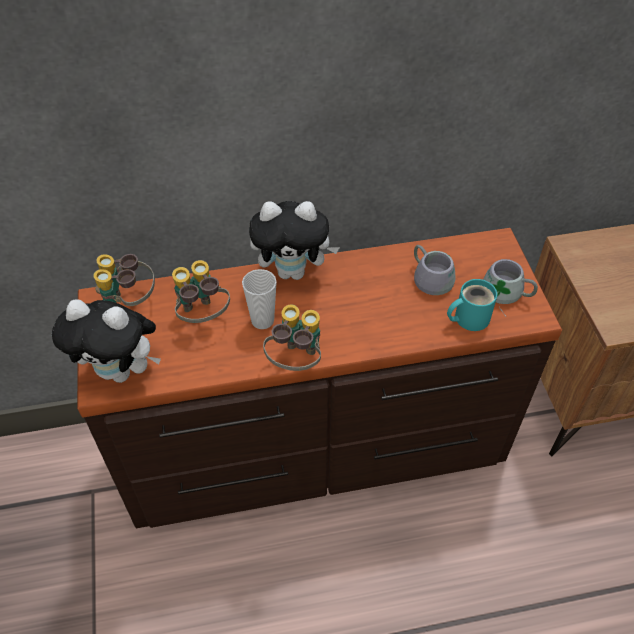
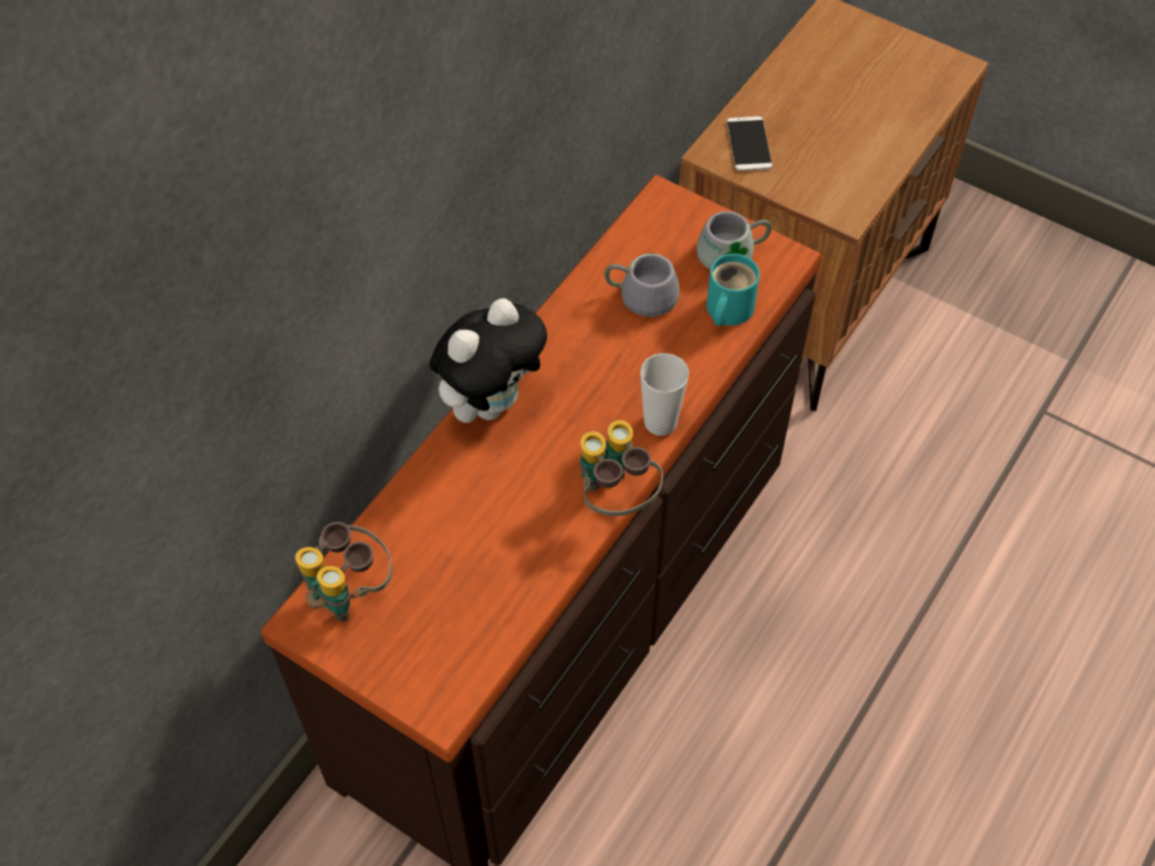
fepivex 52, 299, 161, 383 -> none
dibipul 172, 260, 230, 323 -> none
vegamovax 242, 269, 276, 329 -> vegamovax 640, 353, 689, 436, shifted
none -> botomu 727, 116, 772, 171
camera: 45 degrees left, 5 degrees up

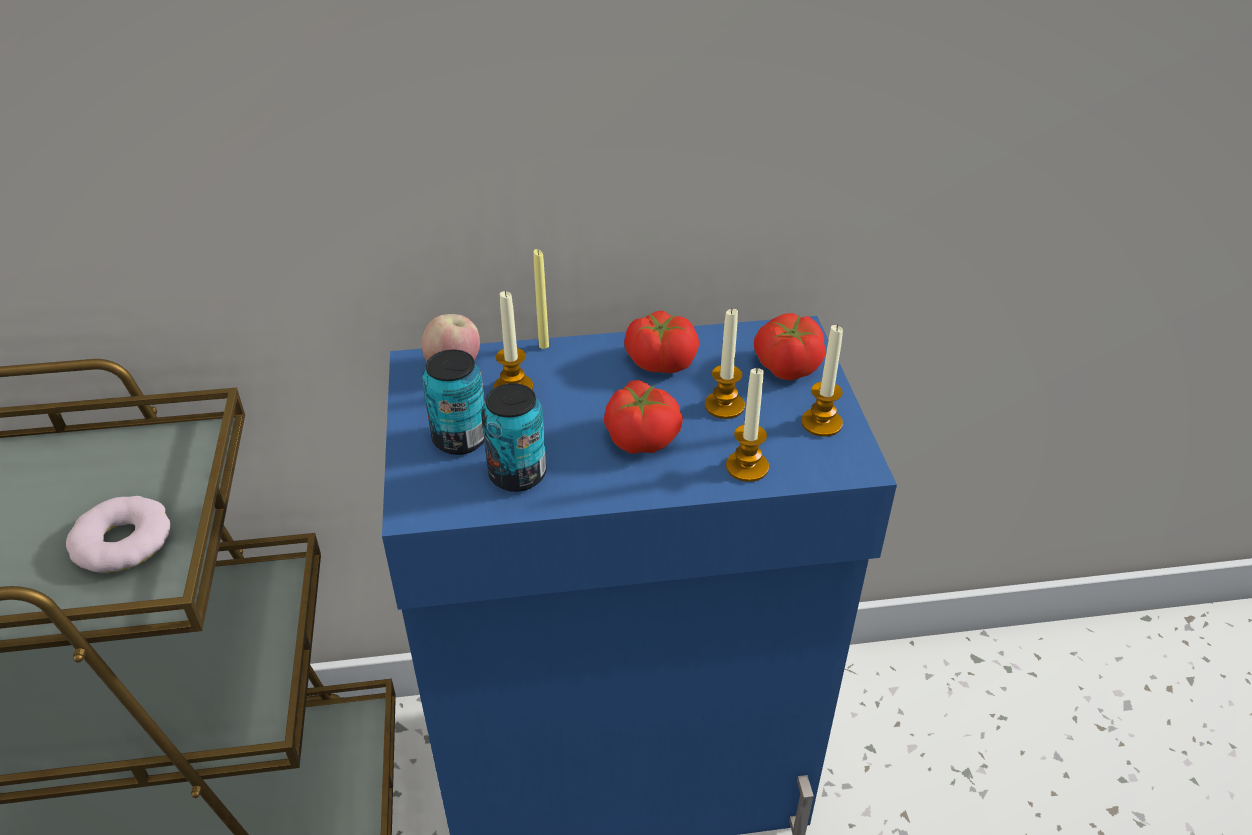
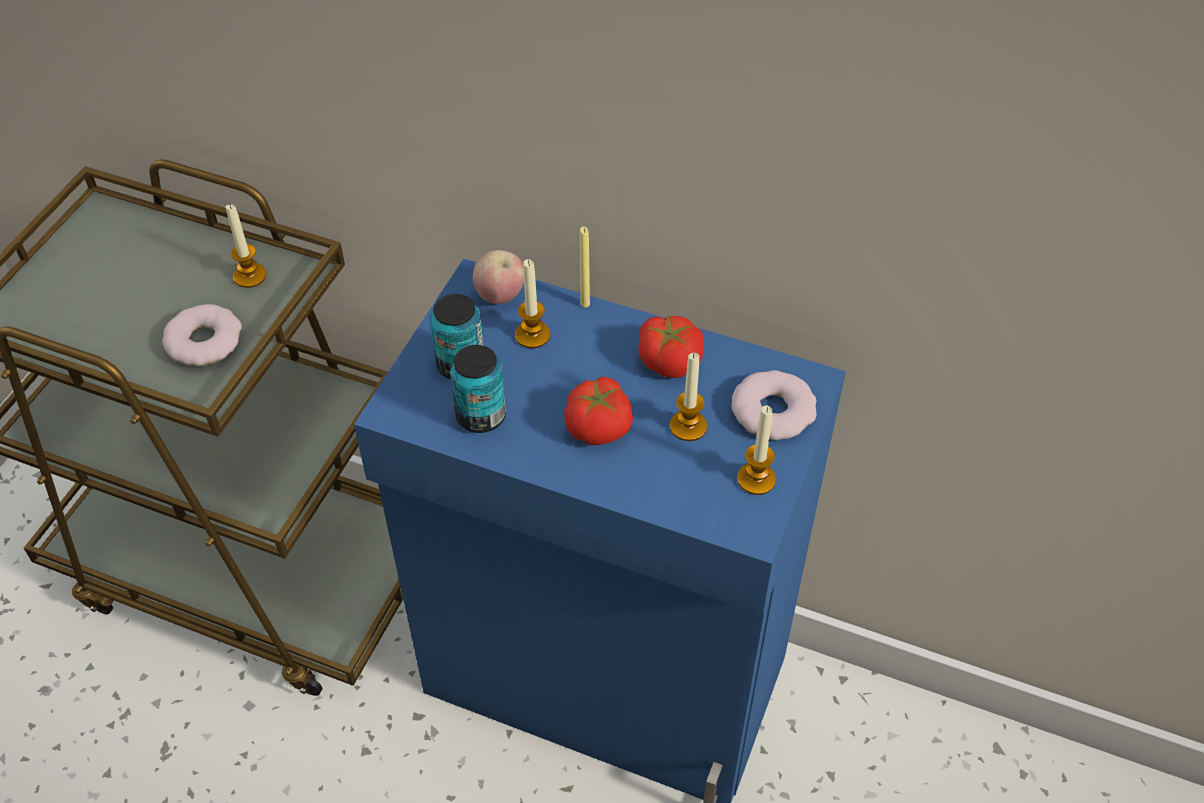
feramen 726, 367, 769, 482 -> feramen 226, 204, 266, 288, shifted
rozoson 754, 313, 826, 381 -> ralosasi 732, 370, 816, 440
camera: 30 degrees right, 10 degrees up

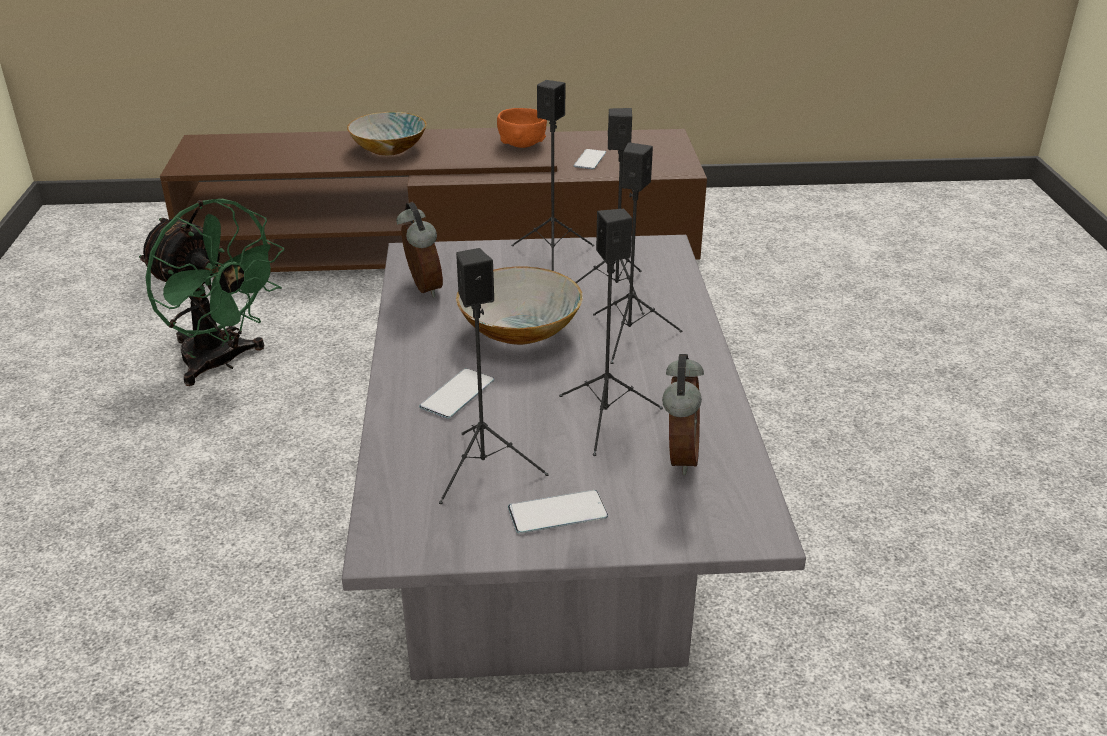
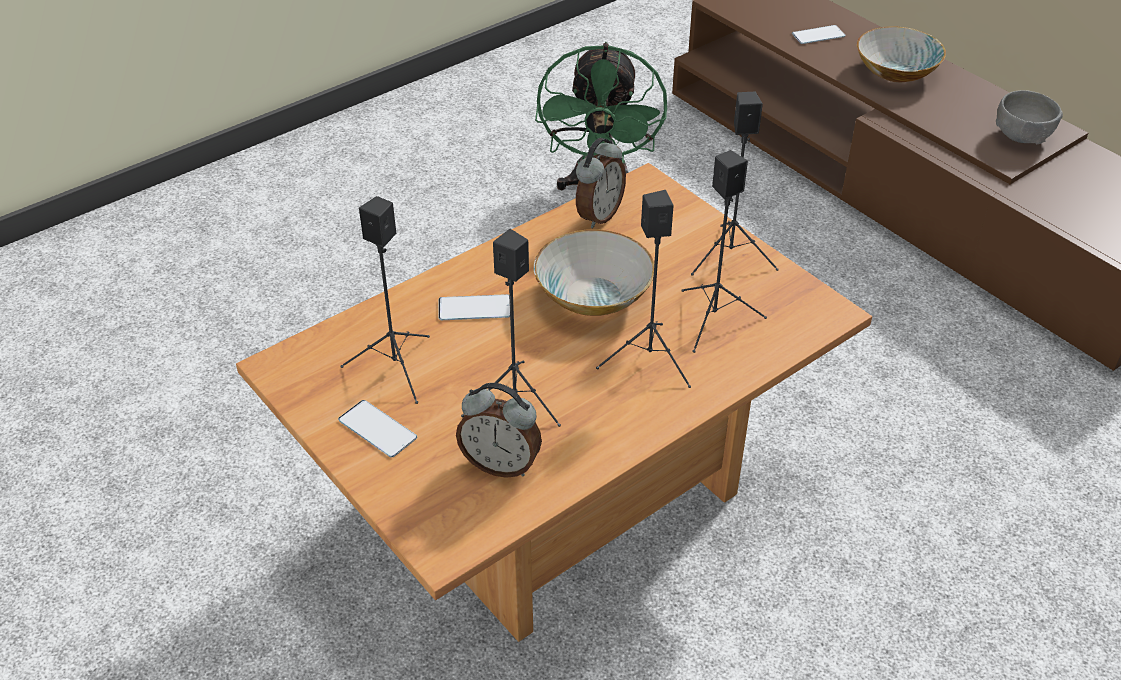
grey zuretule 342, 235, 806, 680 -> brown zuretule 236, 163, 872, 642
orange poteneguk 497, 108, 547, 148 -> grey poteneguk 996, 90, 1063, 145
botomu 574, 149, 606, 169 -> botomu 792, 25, 845, 44, shifted
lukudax 662, 354, 704, 475 -> lukudax 456, 383, 542, 478, 45 degrees clockwise
camera: 55 degrees right, 10 degrees up

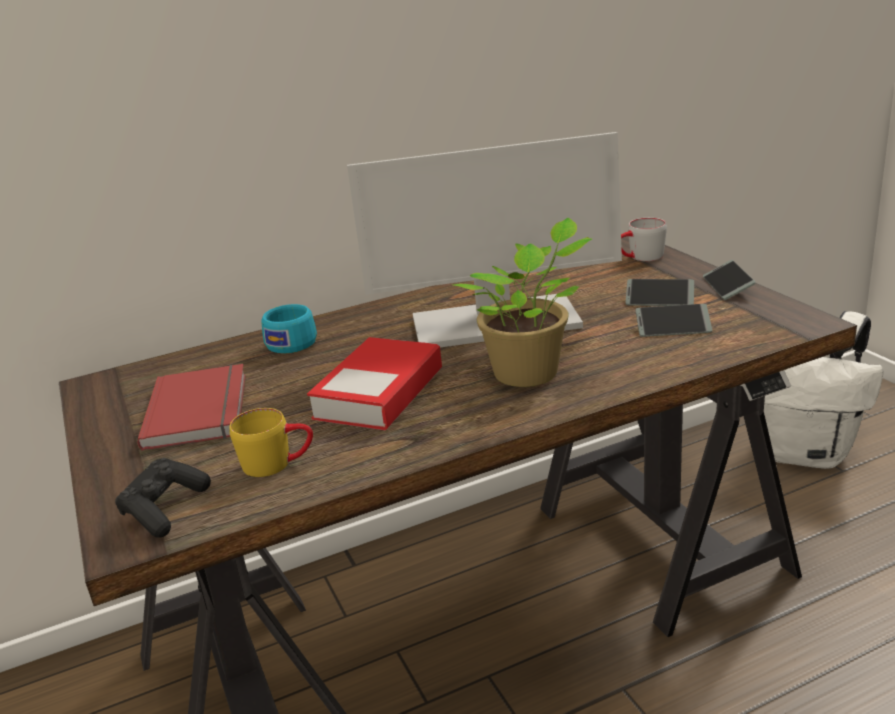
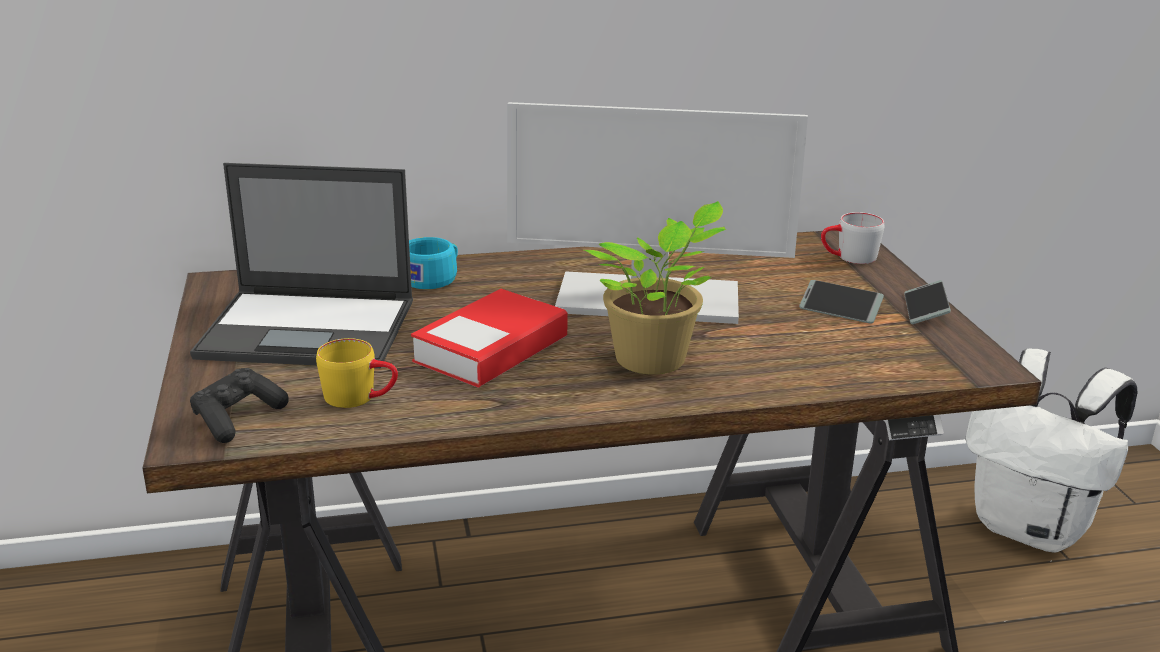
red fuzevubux 137, 364, 246, 451 -> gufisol 190, 163, 413, 368
botomu 635, 304, 712, 337 -> none
camera: 10 degrees right, 0 degrees up

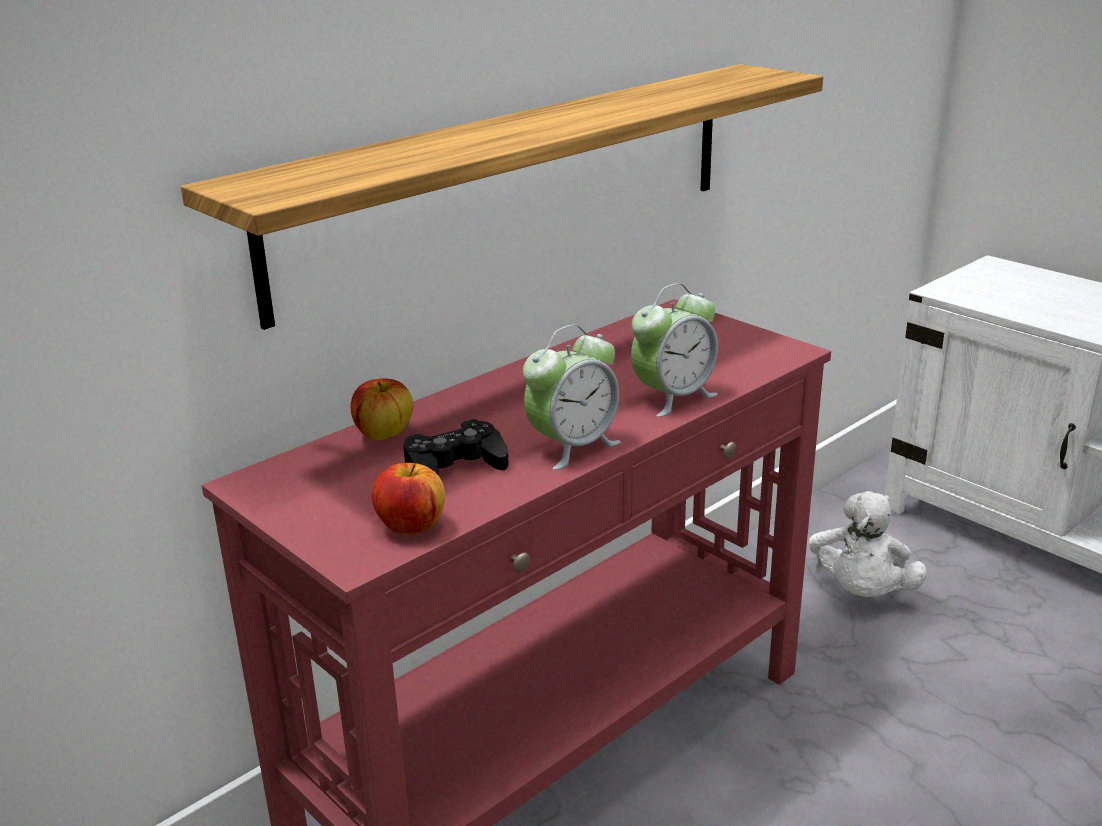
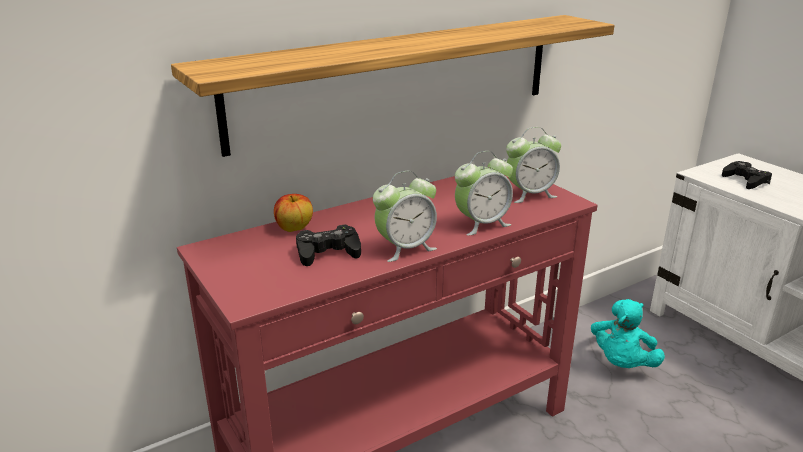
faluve 372, 463, 445, 535 -> none
white fepivex 809, 491, 927, 597 -> turquoise fepivex 591, 299, 665, 368
none -> lukudax 506, 127, 561, 203
none -> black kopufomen 722, 161, 772, 189
camera: 10 degrees right, 0 degrees up

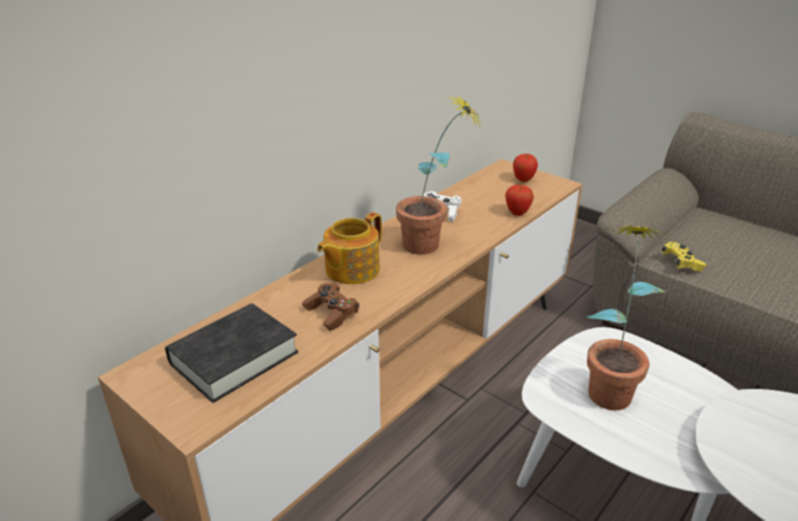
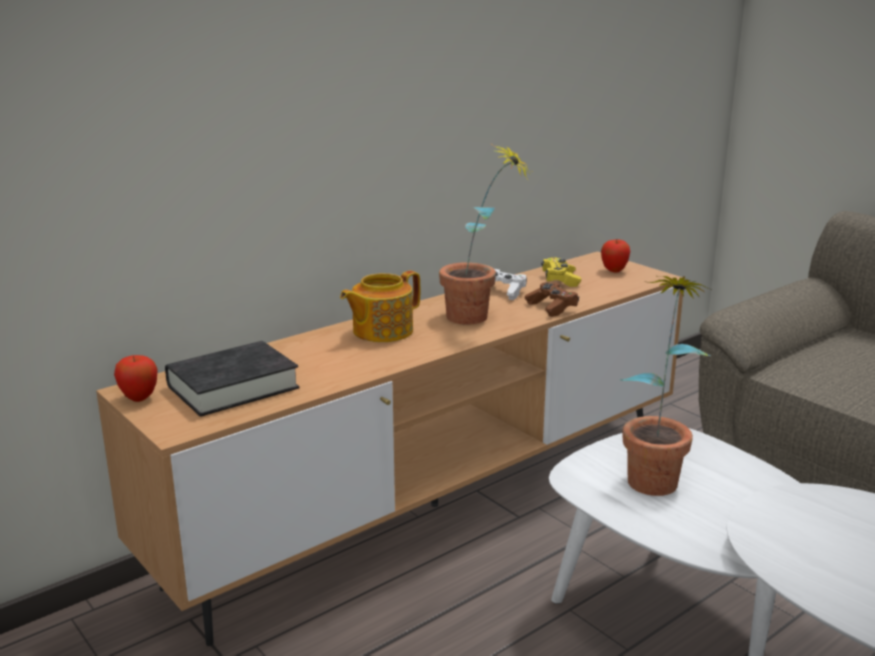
brown kopufomen 302, 283, 359, 331 -> brown kopufomen 525, 282, 579, 317, shifted
faluve 505, 185, 534, 216 -> faluve 114, 355, 157, 402, shifted
yellow kopufomen 662, 242, 706, 272 -> yellow kopufomen 541, 257, 581, 287, shifted
camera: 10 degrees right, 10 degrees down

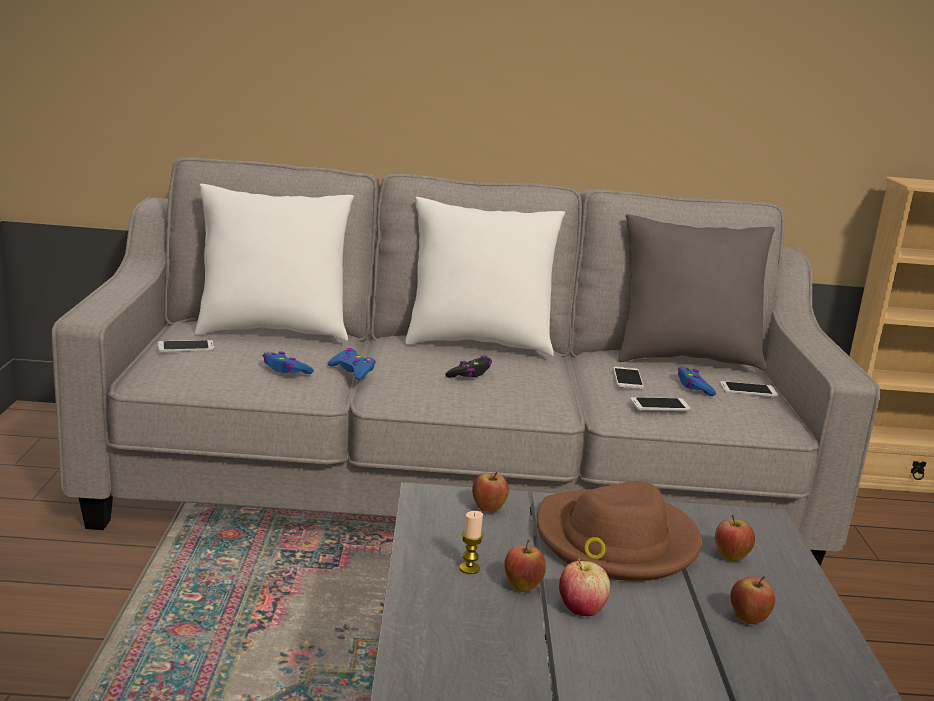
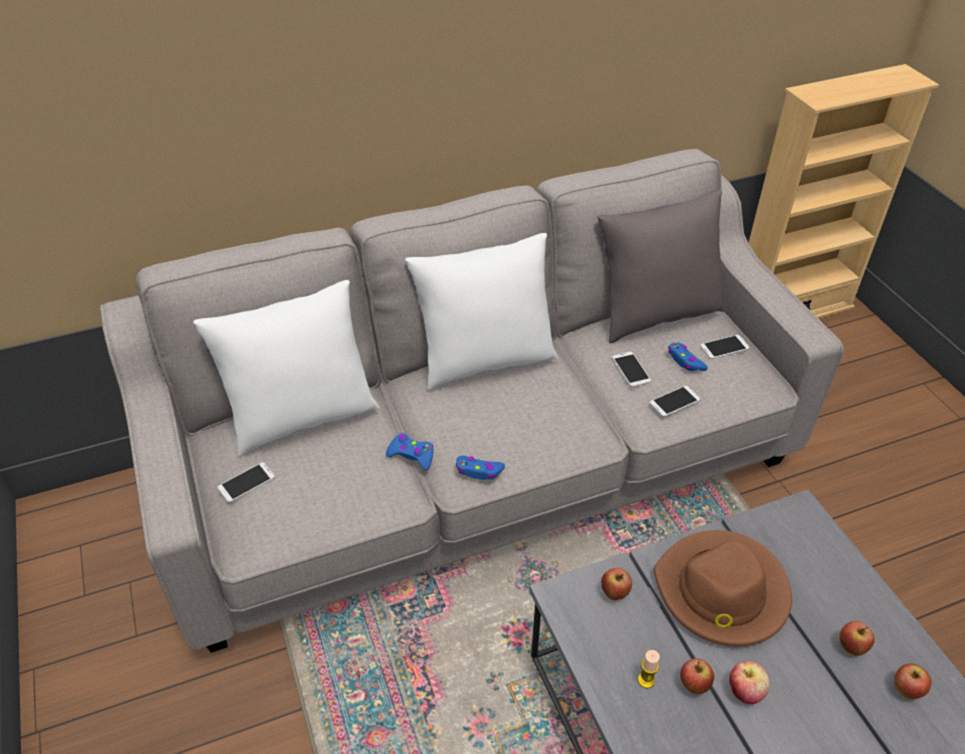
blue kopufomen 262, 351, 314, 374 -> blue kopufomen 456, 456, 505, 480, shifted
black kopufomen 445, 355, 492, 378 -> none
faluve 715, 515, 755, 561 -> faluve 894, 664, 932, 699, shifted
camera: 20 degrees left, 25 degrees up

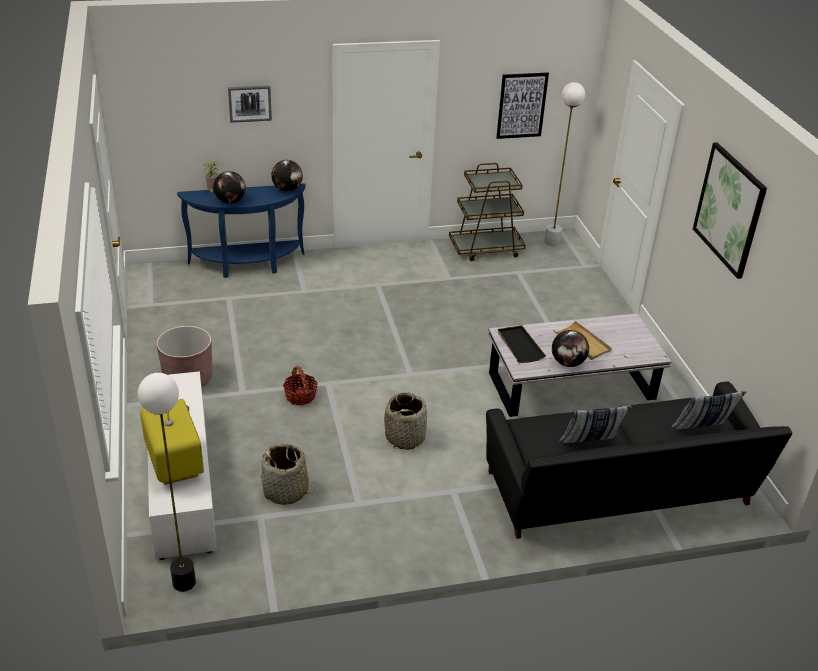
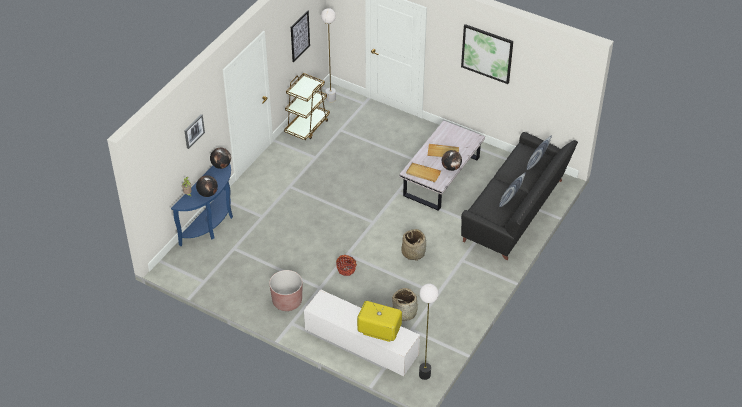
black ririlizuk 498, 325, 546, 363 -> beige ririlizuk 406, 163, 441, 182
camera: 45 degrees left, 10 degrees up

